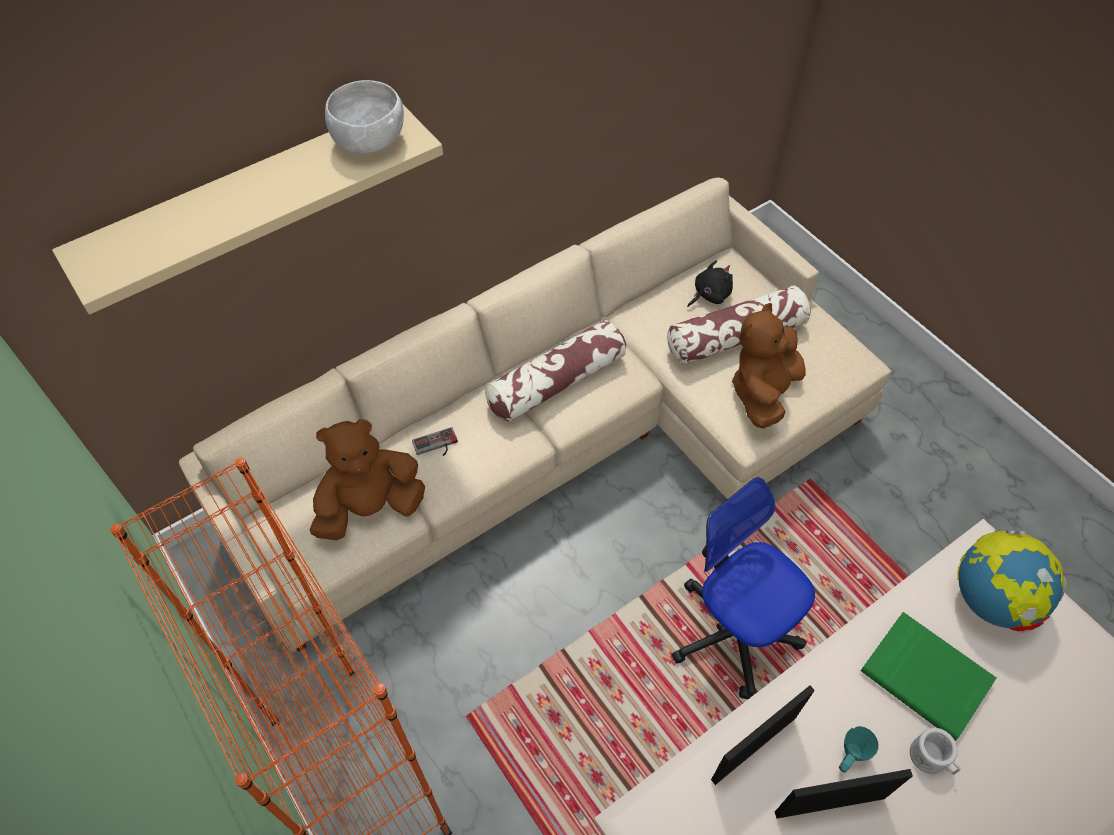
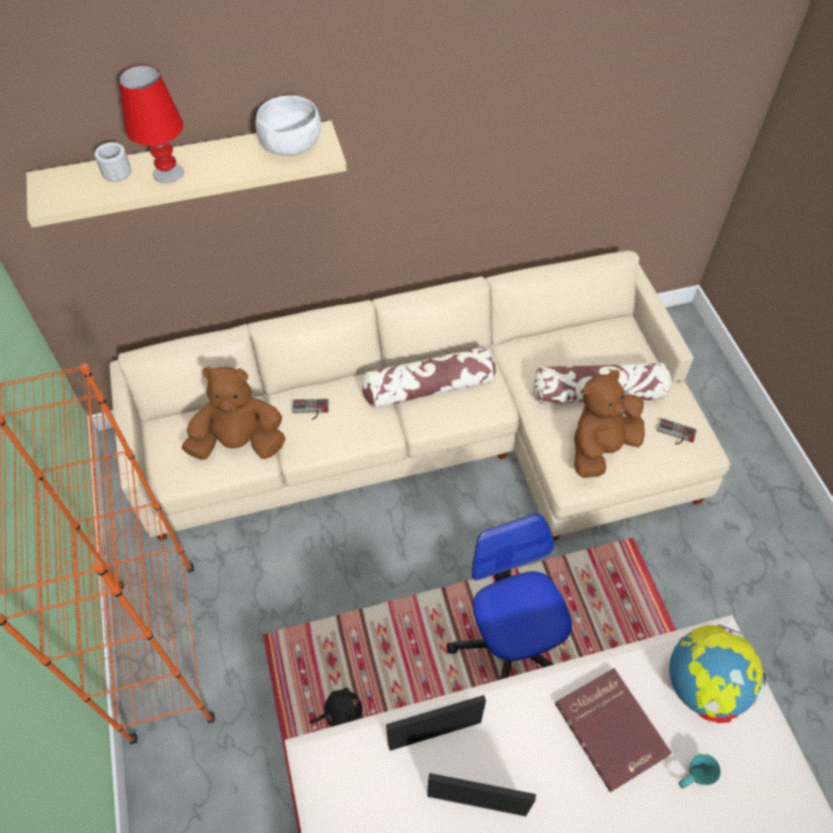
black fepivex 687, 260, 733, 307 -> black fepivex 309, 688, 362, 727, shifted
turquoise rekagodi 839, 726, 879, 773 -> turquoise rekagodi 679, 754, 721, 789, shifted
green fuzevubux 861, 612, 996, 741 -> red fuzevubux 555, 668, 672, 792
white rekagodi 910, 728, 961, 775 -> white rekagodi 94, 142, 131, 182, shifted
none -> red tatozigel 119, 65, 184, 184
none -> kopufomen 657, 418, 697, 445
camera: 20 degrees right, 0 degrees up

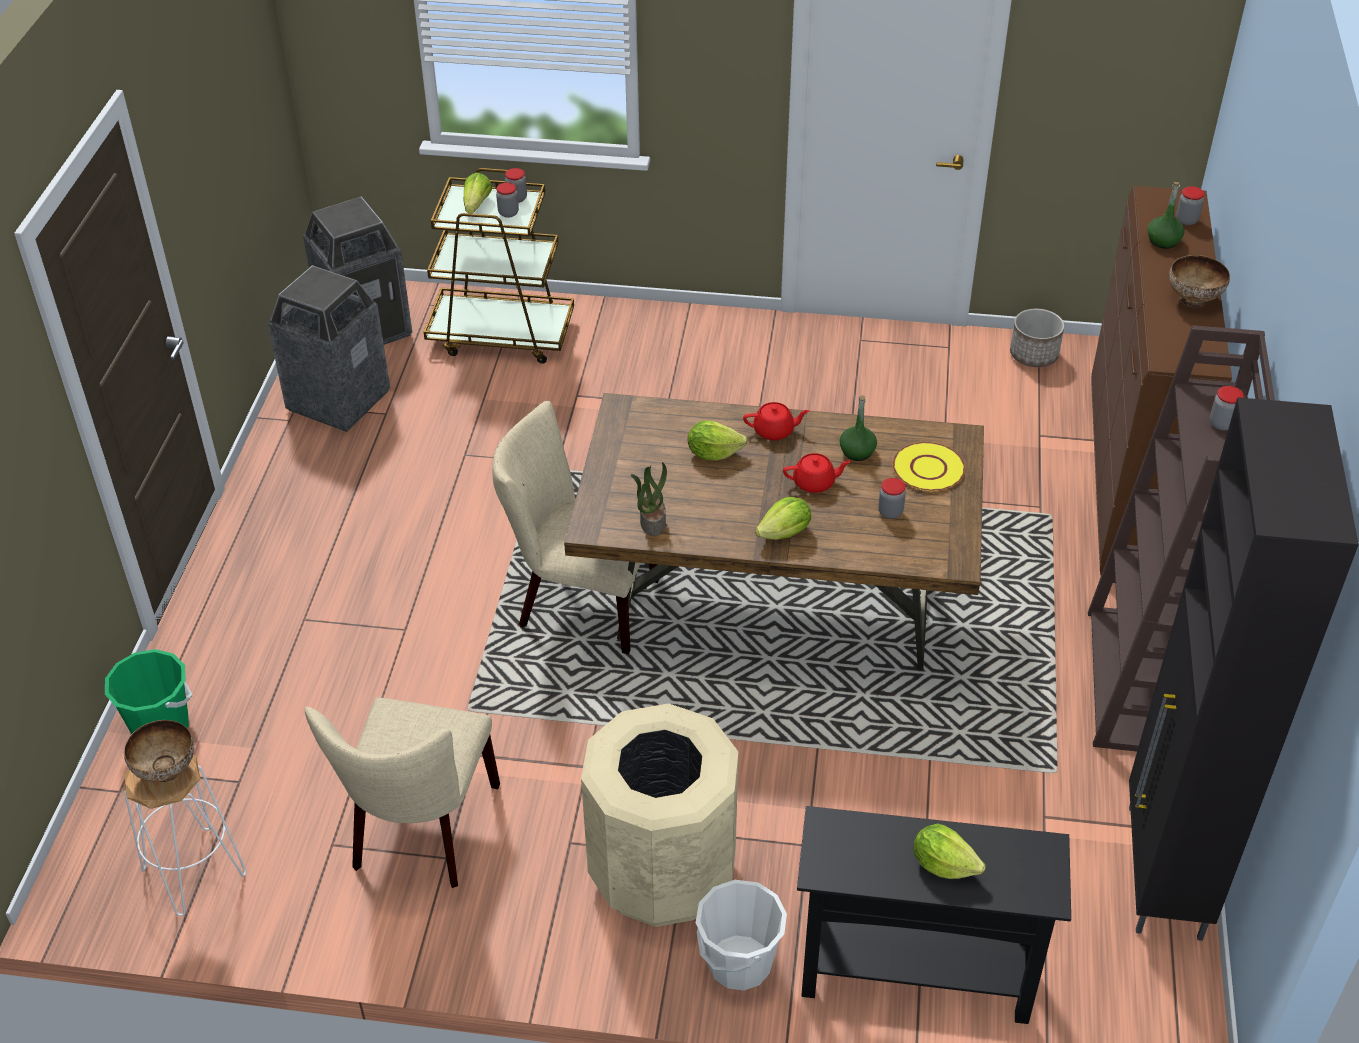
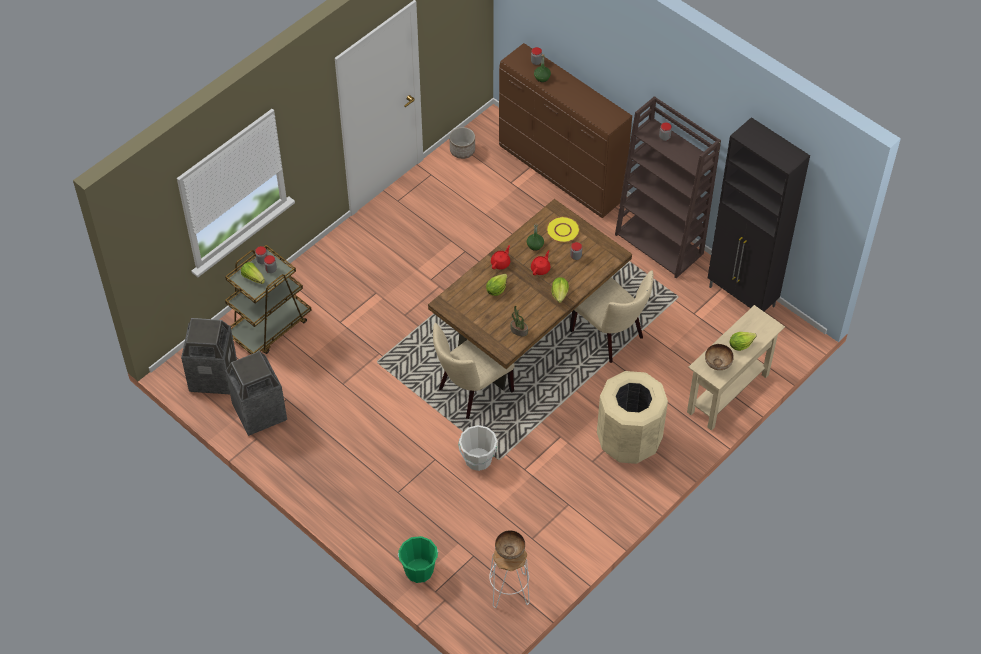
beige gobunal 305, 698, 500, 888 -> beige gobunal 570, 270, 653, 363, shifted
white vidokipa 696, 880, 787, 990 -> white vidokipa 458, 425, 497, 471, shifted
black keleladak 797, 806, 1071, 1024 -> beige keleladak 687, 305, 785, 431
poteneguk 1169, 255, 1230, 308 -> poteneguk 705, 344, 734, 370, shifted
camera: 55 degrees left, 10 degrees up

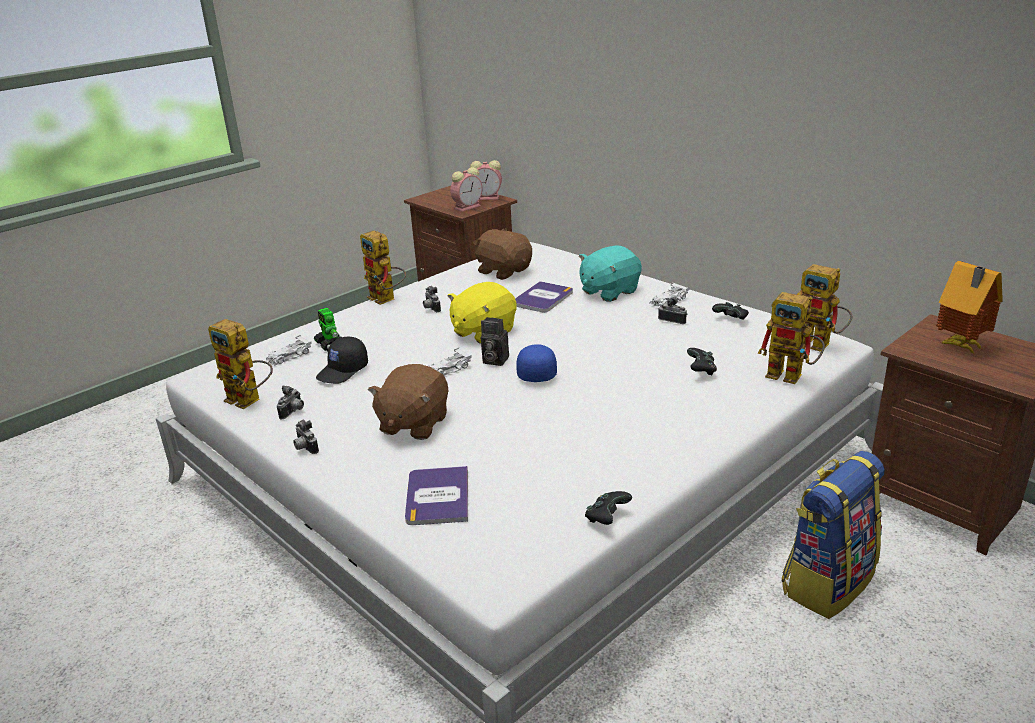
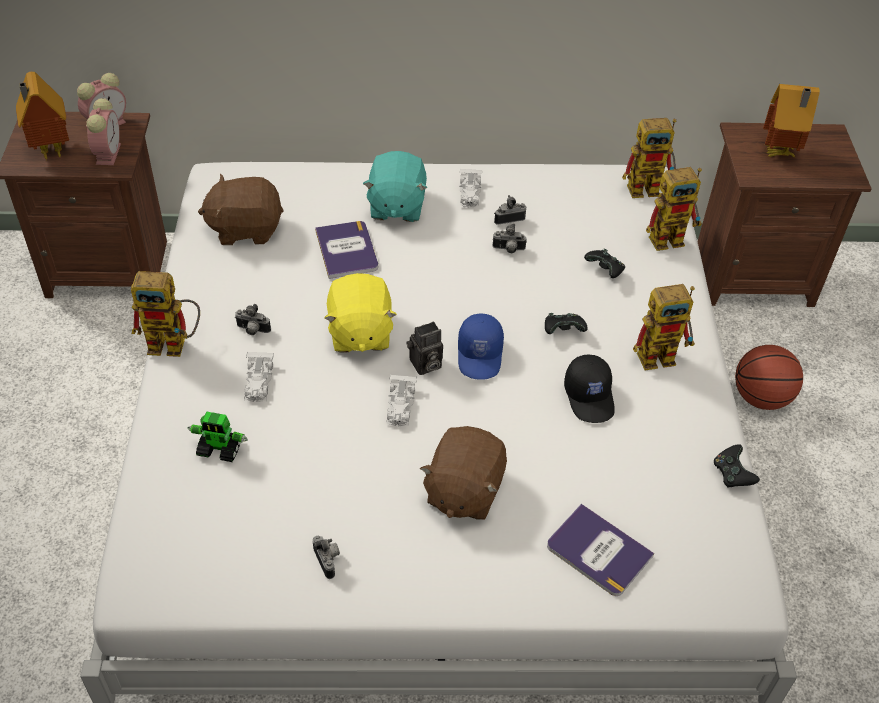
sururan 208, 319, 273, 409 -> sururan 633, 284, 695, 370, shifted
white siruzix 266, 335, 312, 366 -> white siruzix 244, 352, 274, 402, shifted
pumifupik 293, 419, 319, 454 -> pumifupik 493, 223, 527, 253, shifted
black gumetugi 316, 337, 368, 384 -> black gumetugi 564, 355, 615, 423, shifted
brown fepivex 368, 364, 448, 440 -> brown fepivex 420, 426, 507, 520, 45 degrees clockwise
blue gumetugi 516, 344, 557, 382 -> blue gumetugi 458, 314, 504, 380, 135 degrees counterclockwise
black kopufomen 712, 302, 749, 320 -> black kopufomen 545, 313, 588, 334, shifted
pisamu 782, 451, 885, 619 -> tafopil 735, 345, 803, 410
none -> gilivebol 16, 72, 69, 160
camera: 50 degrees left, 20 degrees up

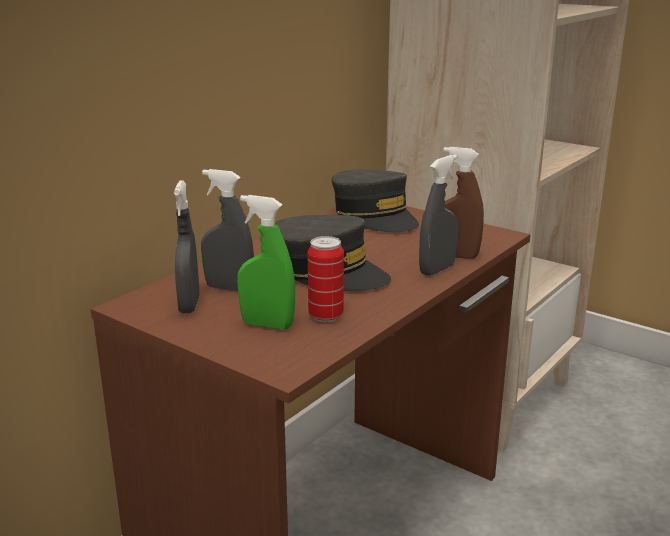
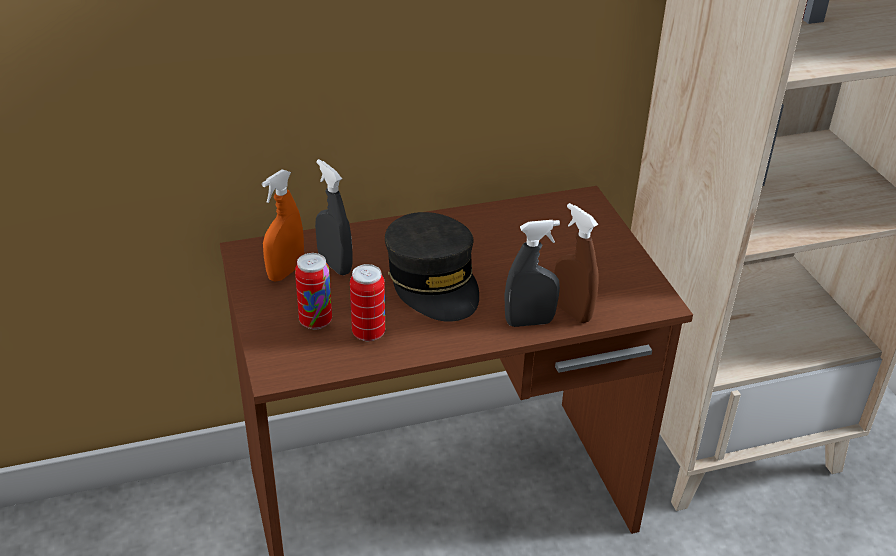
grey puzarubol 174, 181, 200, 313 -> orange puzarubol 262, 170, 304, 282
green puzarubol 237, 195, 295, 330 -> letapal 295, 253, 332, 329
grey gumetugi 331, 169, 419, 232 -> none
camera: 35 degrees right, 15 degrees up

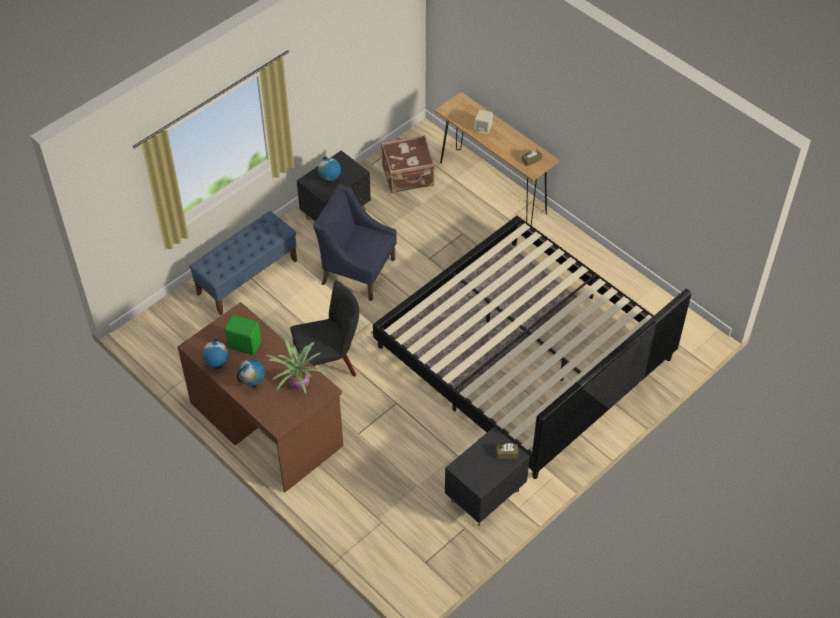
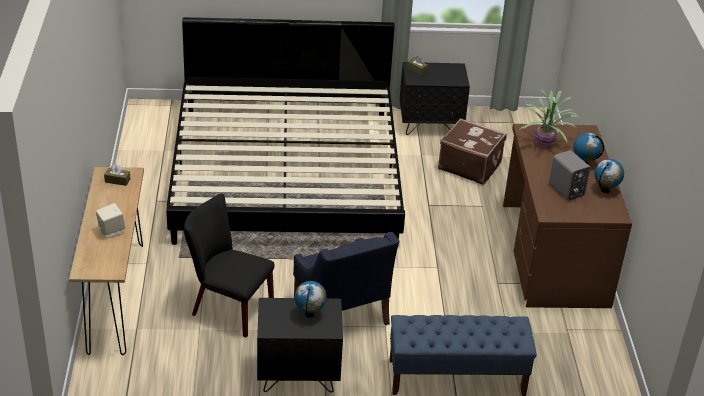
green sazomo 225, 315, 261, 355 -> grey sazomo 549, 150, 591, 201
black gobunal 290, 280, 359, 376 -> black gobunal 184, 193, 274, 337, shifted
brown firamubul 381, 135, 435, 193 -> brown firamubul 438, 118, 507, 185, shifted
camera: 140 degrees left, 15 degrees down

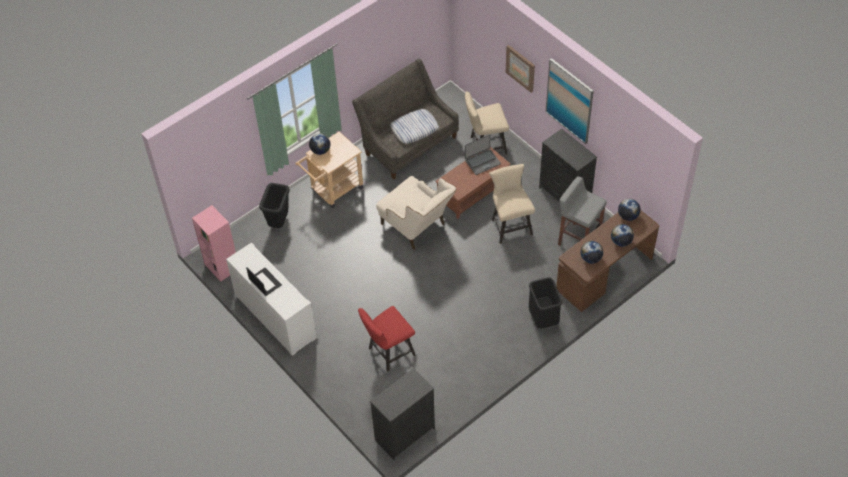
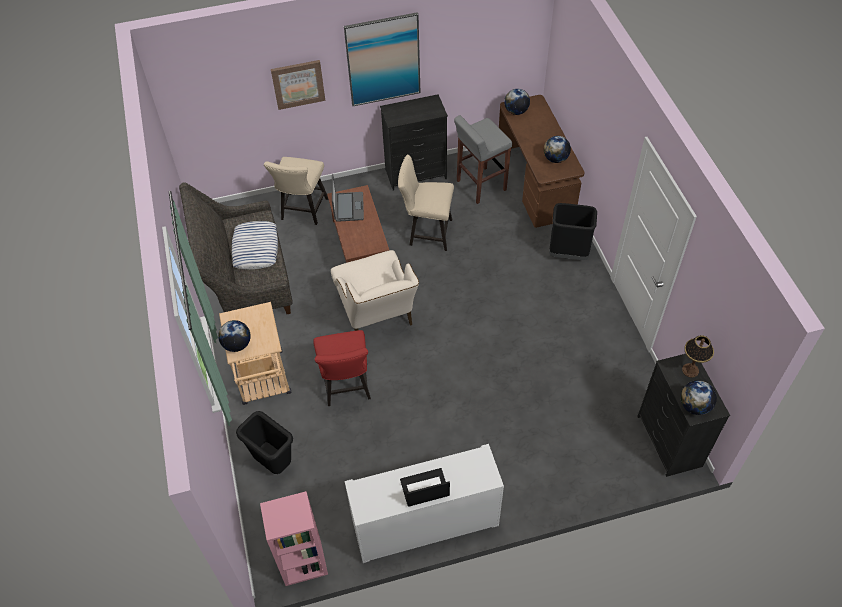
red gobunal 358, 306, 416, 371 -> red gobunal 313, 330, 371, 406, shifted
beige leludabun 376, 176, 456, 250 -> beige leludabun 331, 250, 419, 331, 90 degrees clockwise
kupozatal 611, 224, 634, 247 -> kupozatal 680, 380, 717, 415, shifted
none -> tatozigel 682, 335, 714, 378
camera: 65 degrees left, 0 degrees up

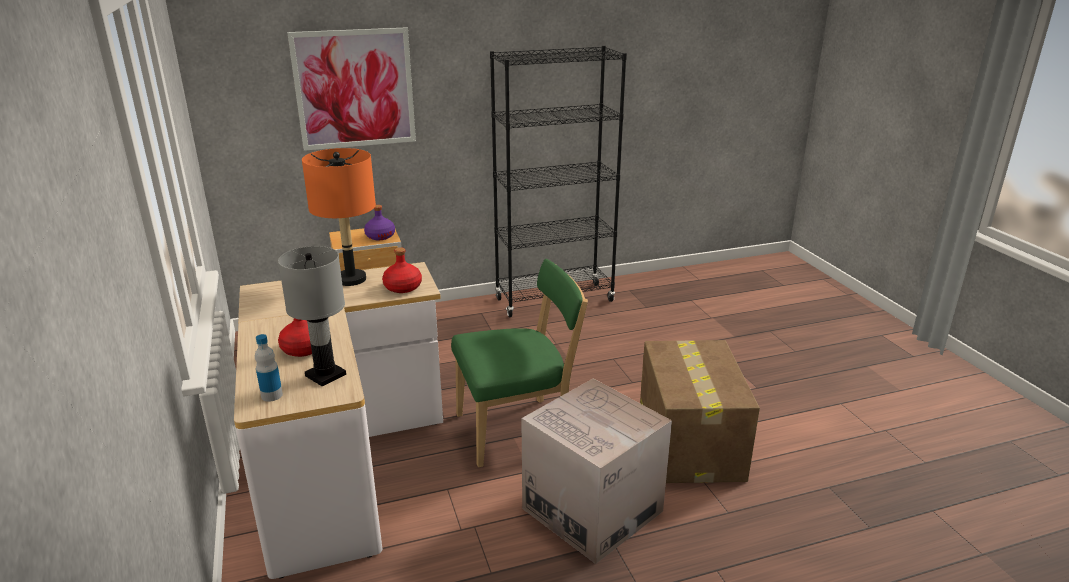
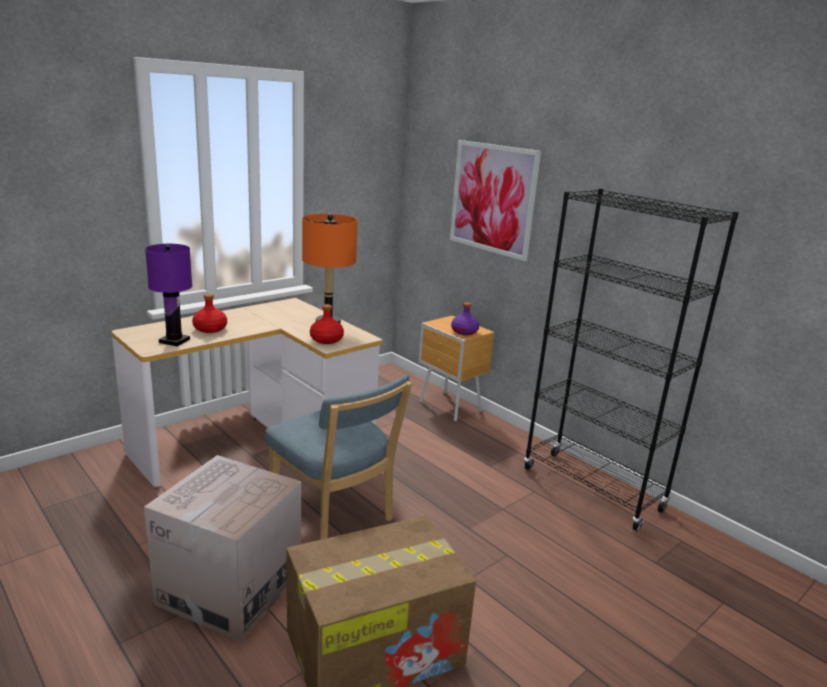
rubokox 255, 334, 283, 402 -> none
grey tatozigel 278, 246, 346, 386 -> purple tatozigel 145, 244, 192, 346
green gobunal 451, 259, 588, 467 -> blue gobunal 265, 375, 412, 540
camera: 65 degrees right, 5 degrees down

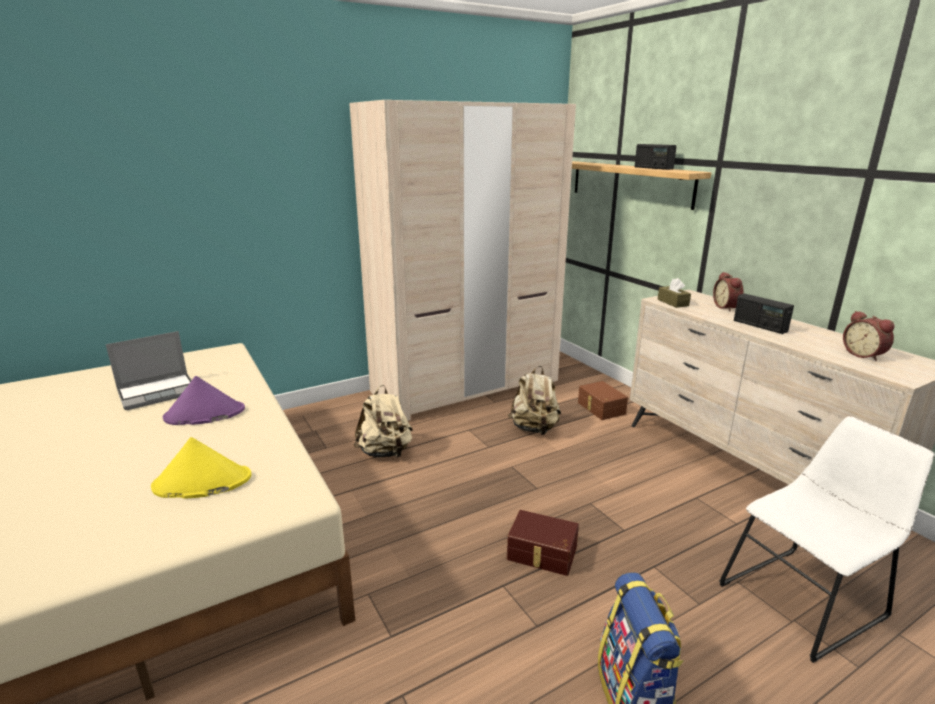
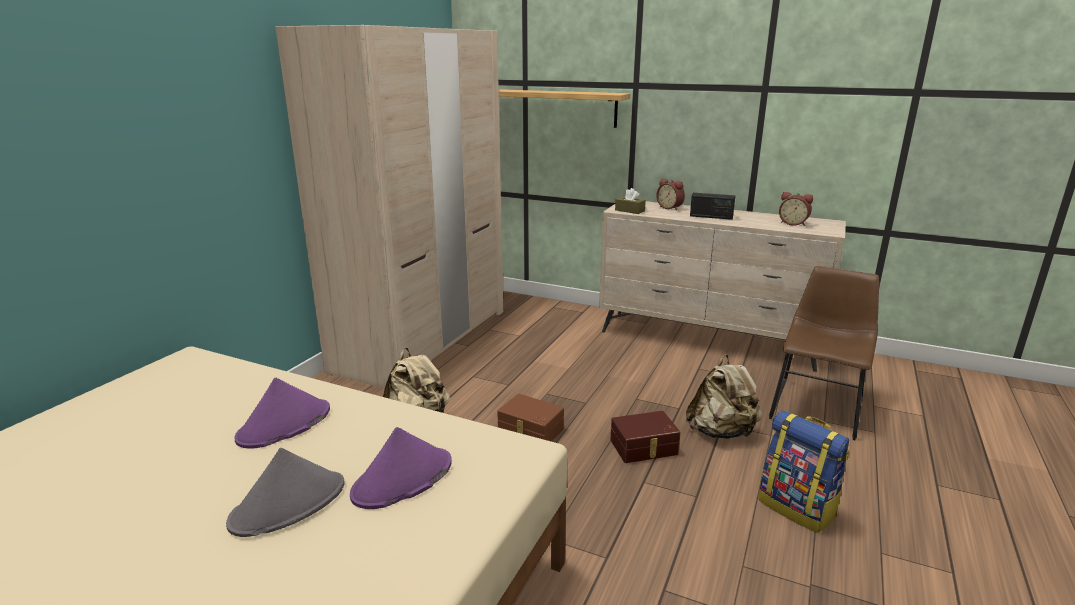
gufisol 106, 331, 192, 410 -> none
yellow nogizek 151, 437, 251, 499 -> purple nogizek 350, 427, 452, 509
beige pisamu 508, 366, 561, 435 -> beige pisamu 686, 354, 762, 439, shifted
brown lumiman 578, 381, 628, 420 -> brown lumiman 497, 394, 564, 442, shifted
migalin 635, 144, 677, 170 -> none
white gobunal 719, 416, 934, 663 -> brown gobunal 769, 266, 879, 440
none -> grey nogizek 226, 448, 345, 537
camera: 35 degrees left, 0 degrees up

